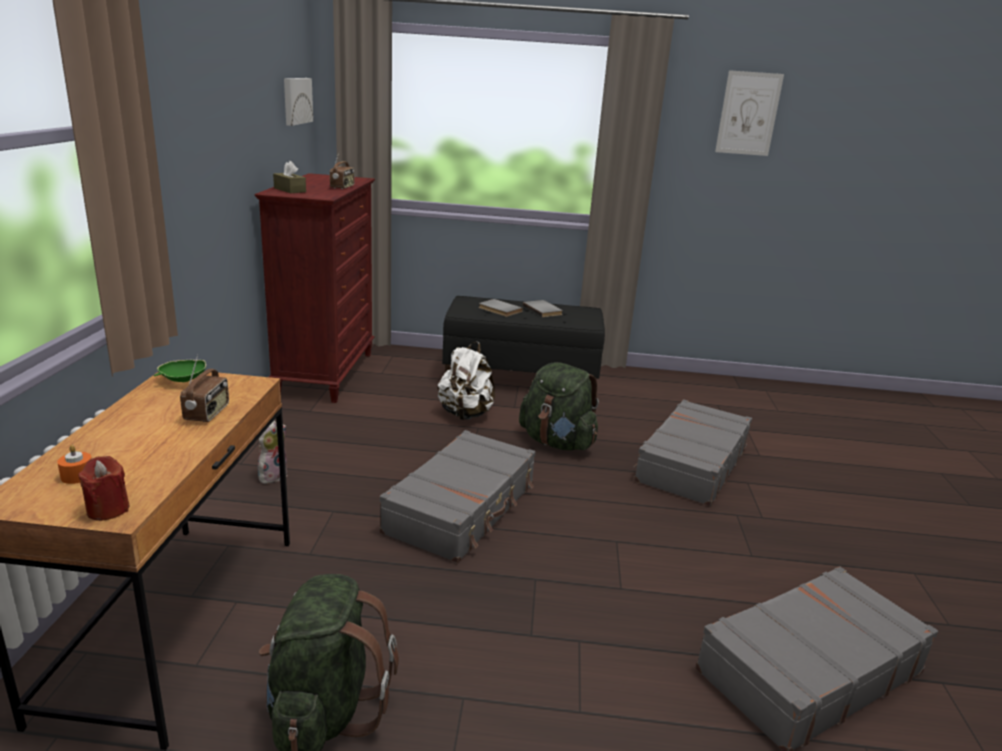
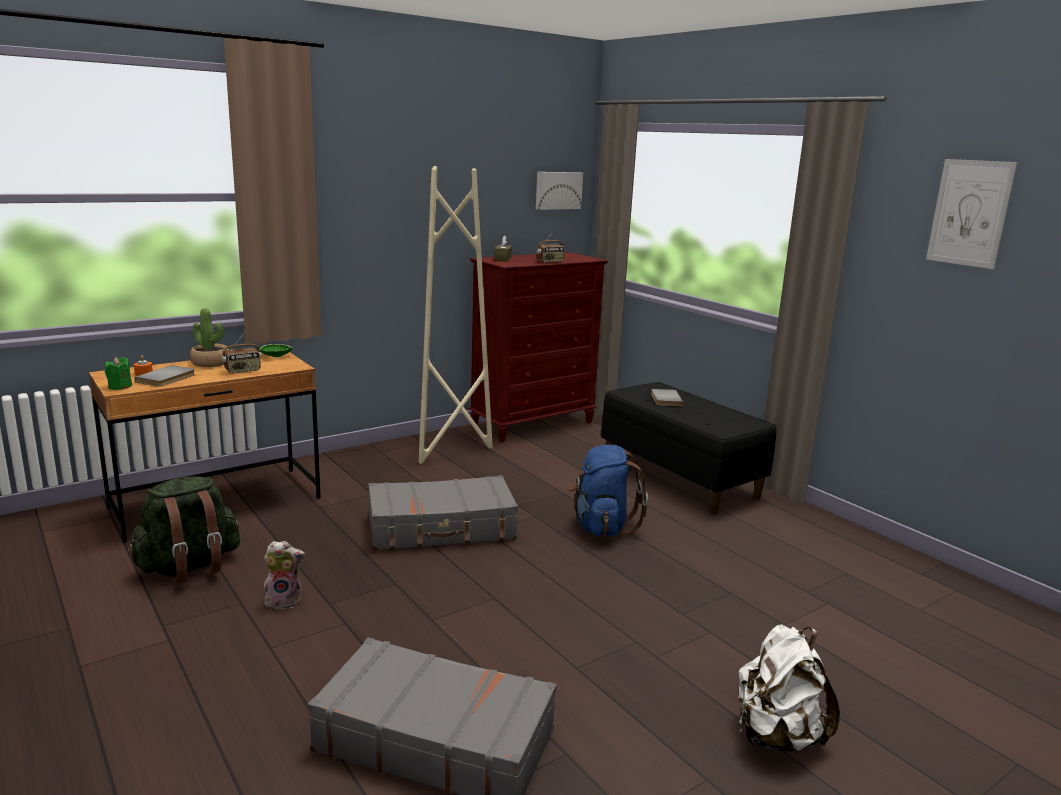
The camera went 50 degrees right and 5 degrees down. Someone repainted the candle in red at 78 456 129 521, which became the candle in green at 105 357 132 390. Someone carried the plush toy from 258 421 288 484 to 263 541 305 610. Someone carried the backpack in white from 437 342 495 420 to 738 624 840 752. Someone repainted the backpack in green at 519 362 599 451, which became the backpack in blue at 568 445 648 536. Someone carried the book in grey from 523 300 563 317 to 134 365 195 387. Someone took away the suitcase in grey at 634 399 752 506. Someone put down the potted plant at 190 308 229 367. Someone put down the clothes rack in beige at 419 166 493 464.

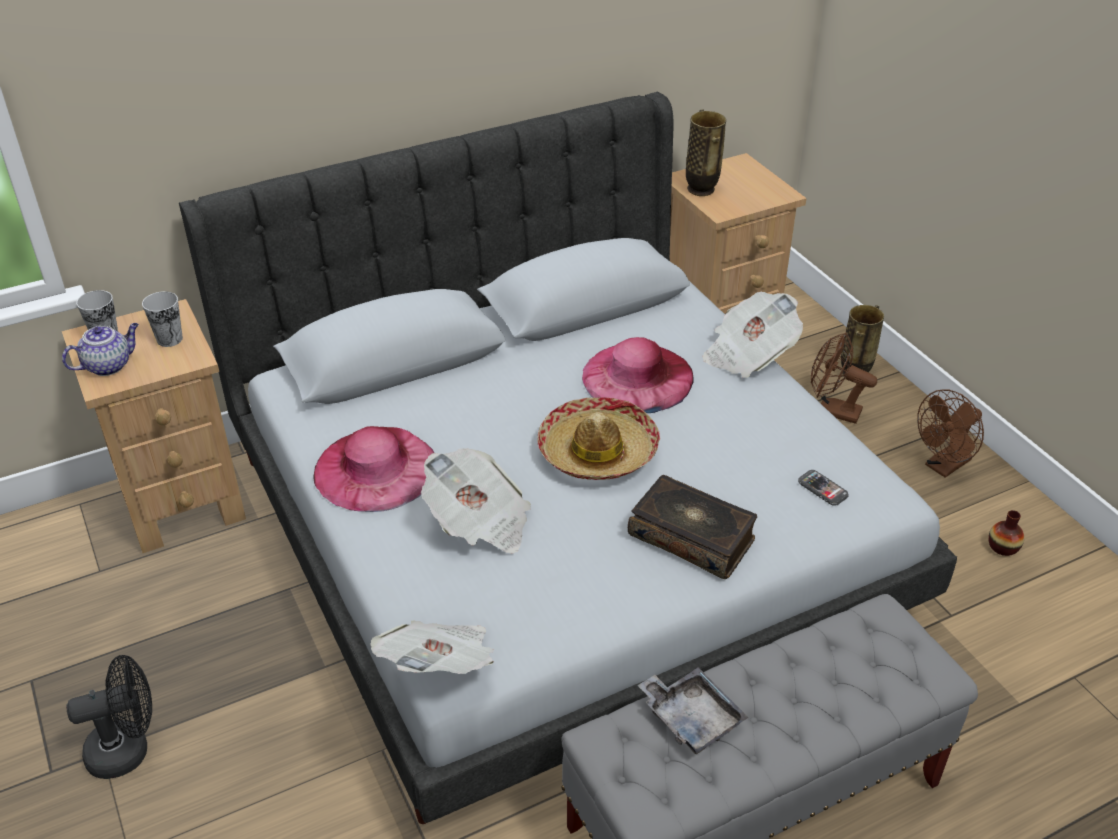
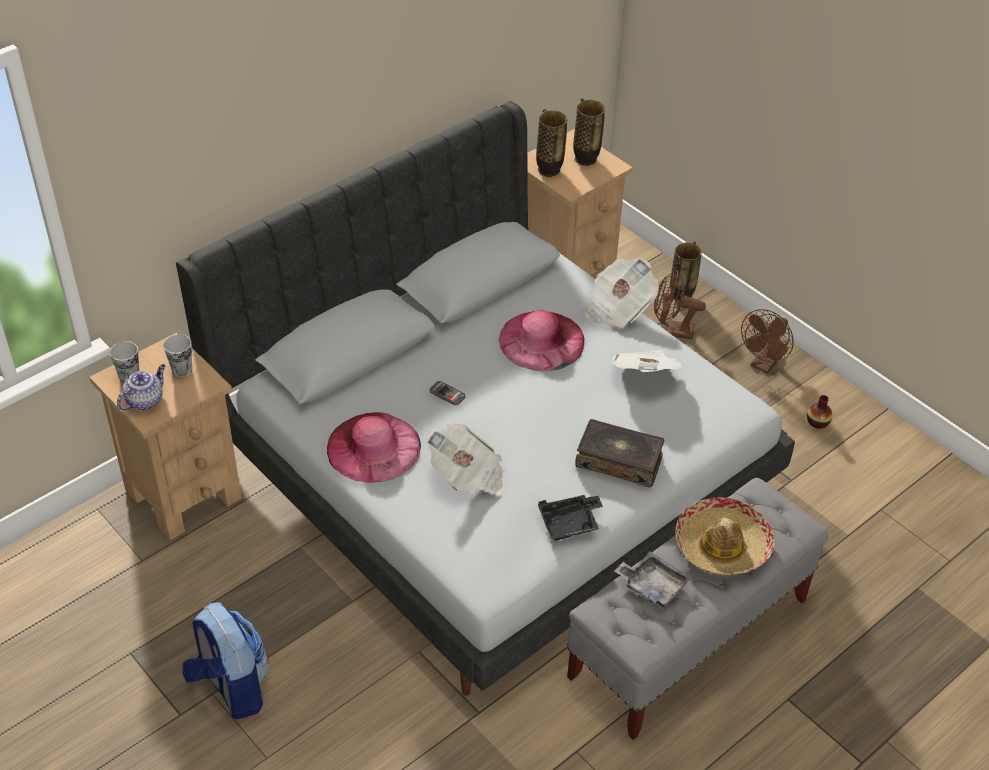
The camera went 15 degrees left and 5 degrees up. Someone swapped the fan in black at 66 655 152 779 for the backpack at 183 602 269 720. Someone carried the newspaper from 370 620 494 674 to 611 350 684 372. Someone carried the hat from 537 397 660 480 to 676 497 774 575. Someone carried the phone from 798 470 849 506 to 429 381 466 405. Someone put down the tray in black at 538 495 603 541. Someone put down the vase at 573 98 605 166.

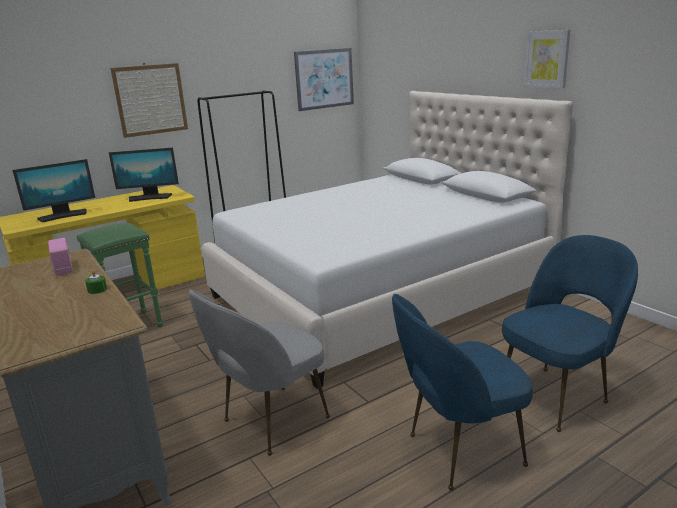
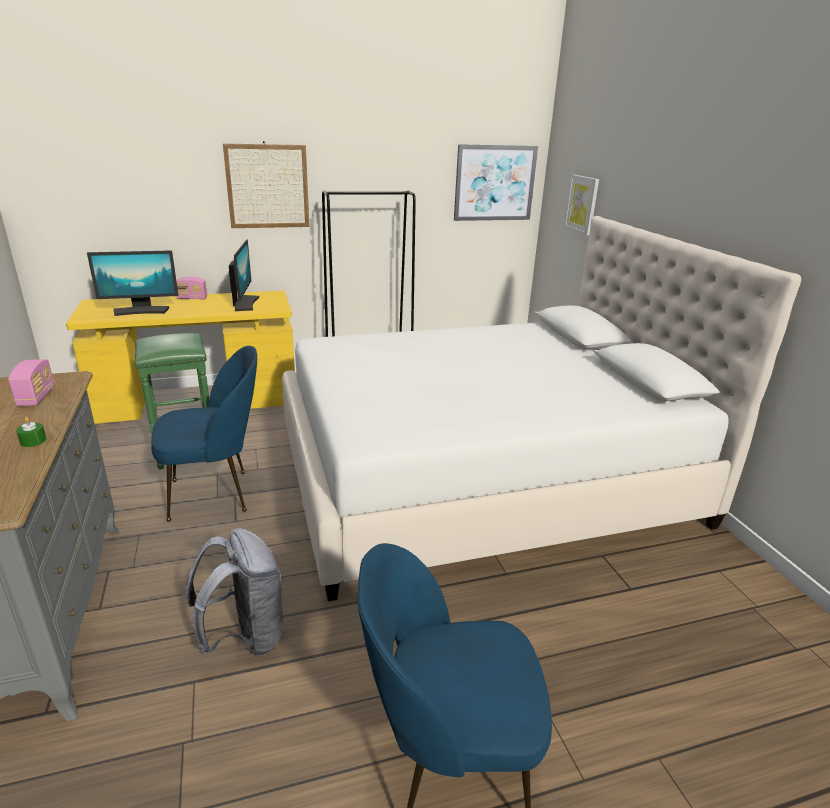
The camera went 15 degrees right and 5 degrees up. Someone rotated the monitor at 109 148 179 202 by 105 degrees counterclockwise. Someone swapped the chair in grey at 189 289 330 456 for the backpack in grey at 186 528 285 656. Someone carried the chair in blue from 502 235 638 432 to 151 346 257 522. Someone carried the picture from 524 30 570 88 to 564 175 599 236. Someone put down the radio at 177 277 207 300.

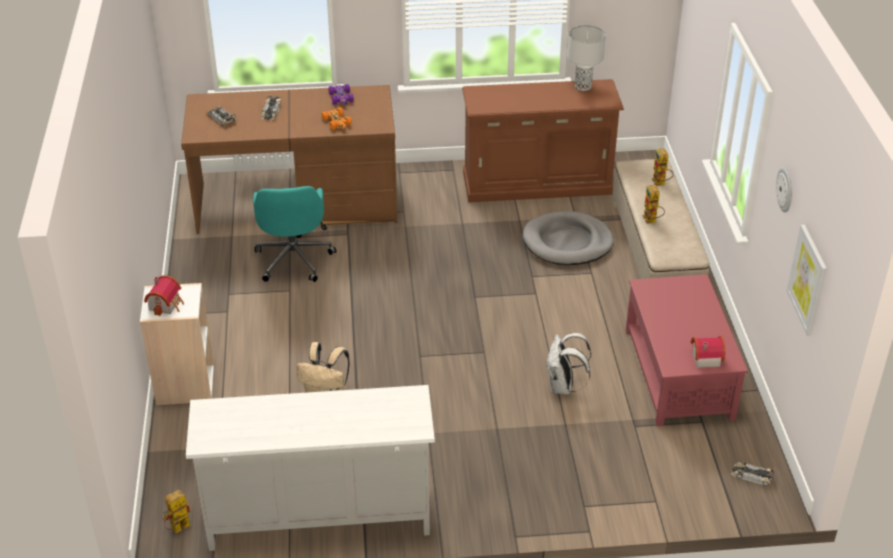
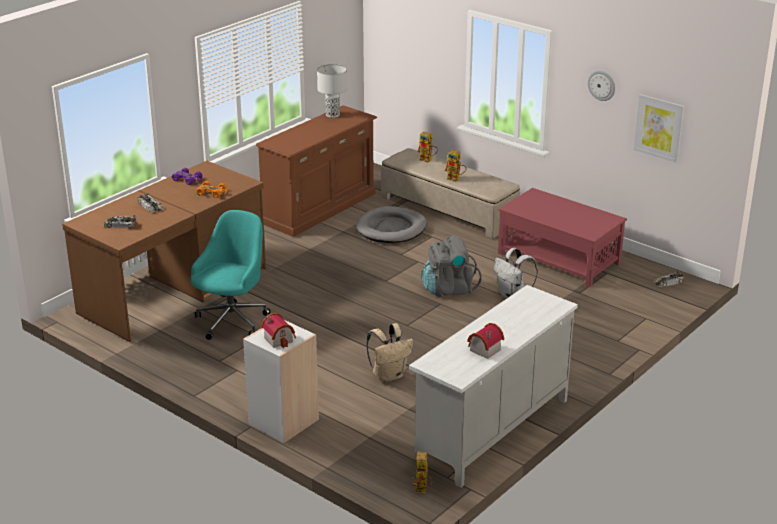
The camera went 45 degrees left and 10 degrees down. Someone rotated the office chair in turquoise at 253 186 336 282 by 105 degrees counterclockwise. Someone carried the toy house from 691 336 725 368 to 467 323 504 359. Someone put down the backpack in grey at 421 236 482 297.

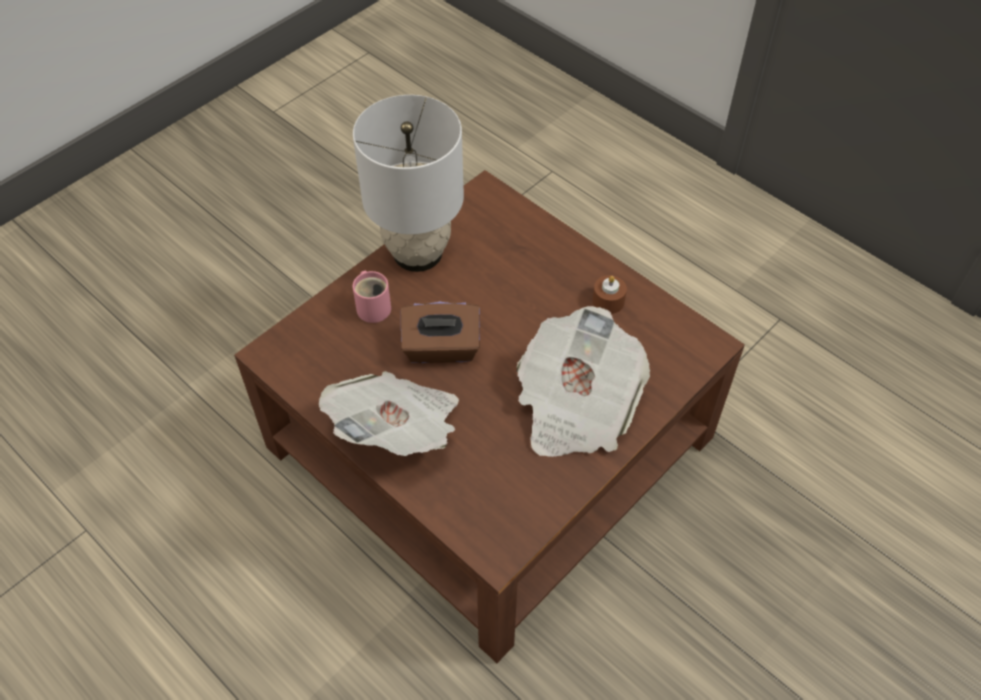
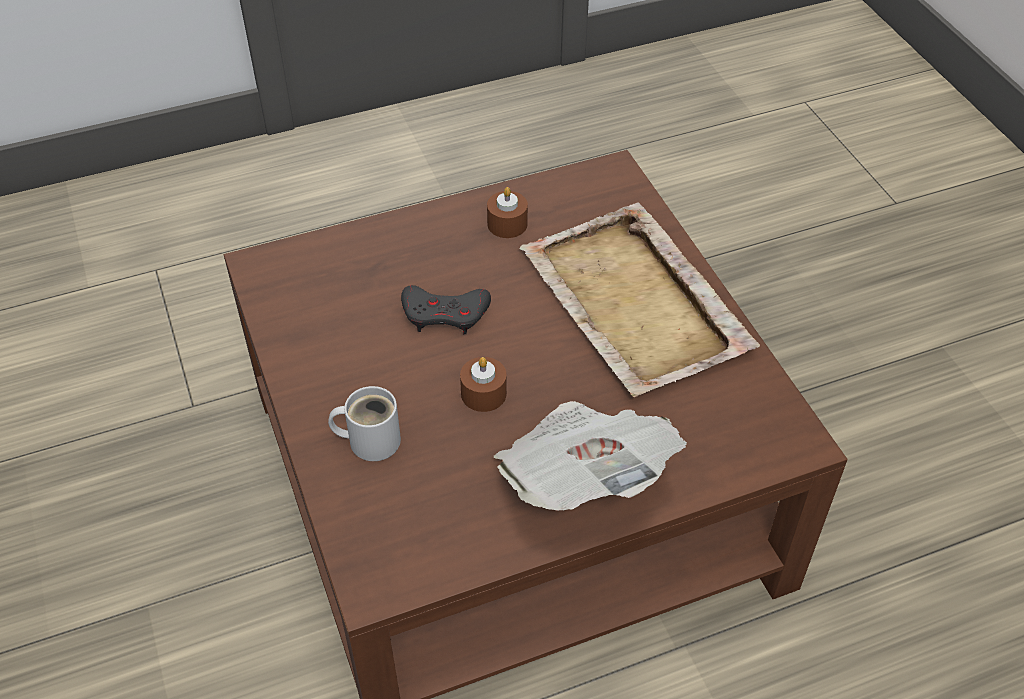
The camera went 65 degrees left and 5 degrees down. Someone took away the table lamp in white at 353 95 464 272. Someone repainted the mug in pink at 353 271 391 323, which became the mug in white at 328 386 401 461. Someone swapped the tissue box in brown at 401 301 480 363 for the candle in brown at 460 357 507 412. Someone swapped the newspaper at 516 306 650 457 for the tray in beige at 520 202 760 397. Someone put down the game controller in grey at 401 285 491 334.

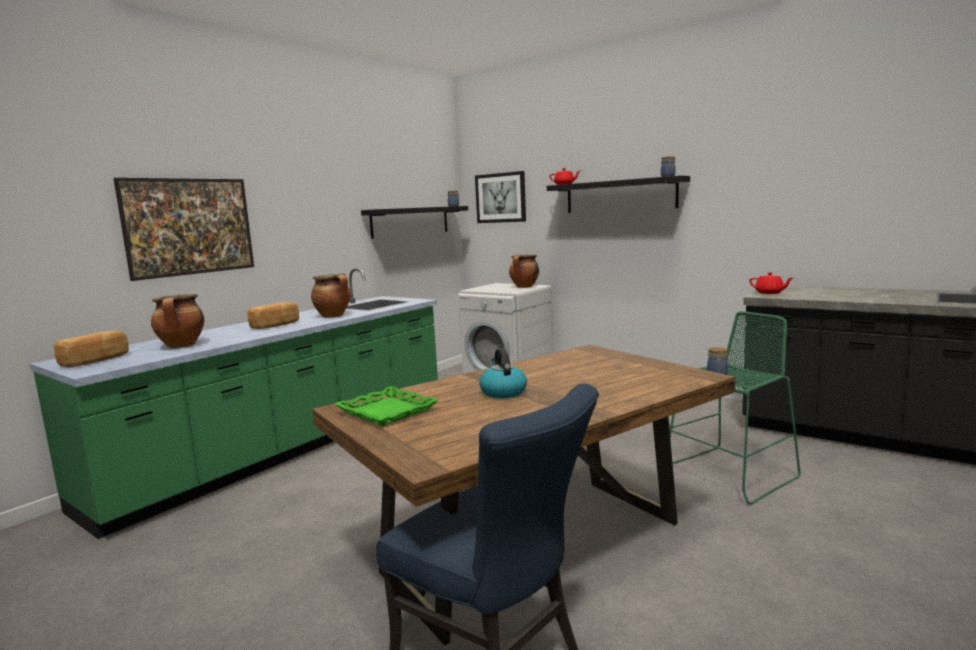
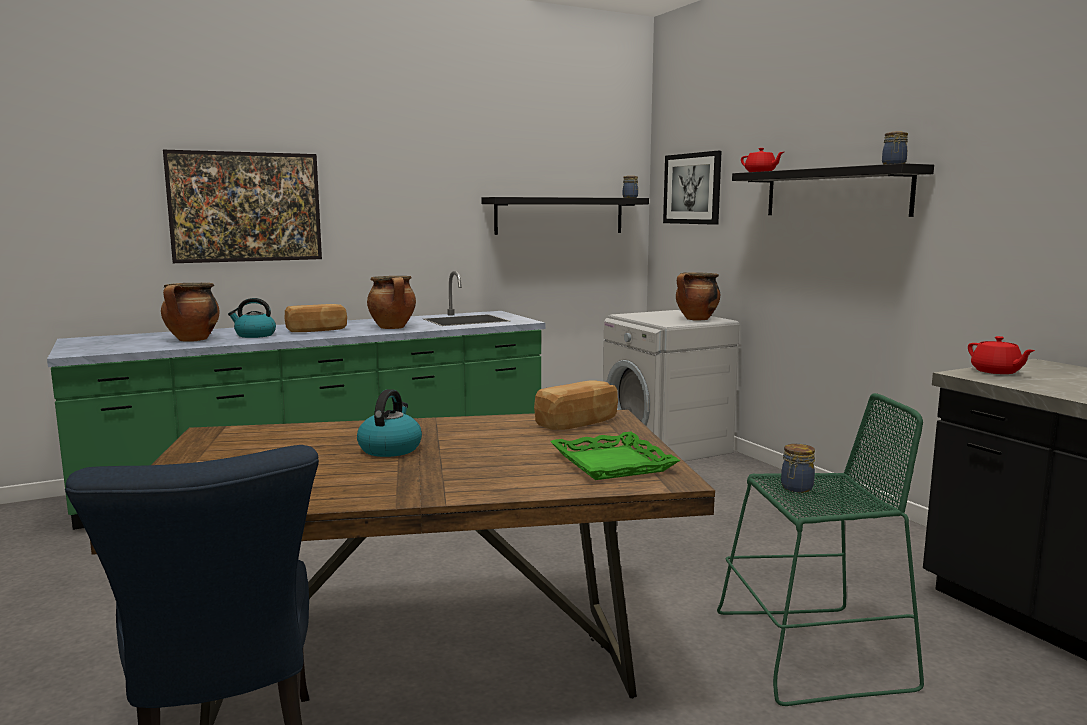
The camera went 25 degrees right and 0 degrees up. Someone carried the bread from 54 331 129 367 to 534 380 618 430. Someone carried the tray in green from 335 386 439 426 to 550 432 680 480. Someone put down the kettle at 228 298 276 338.

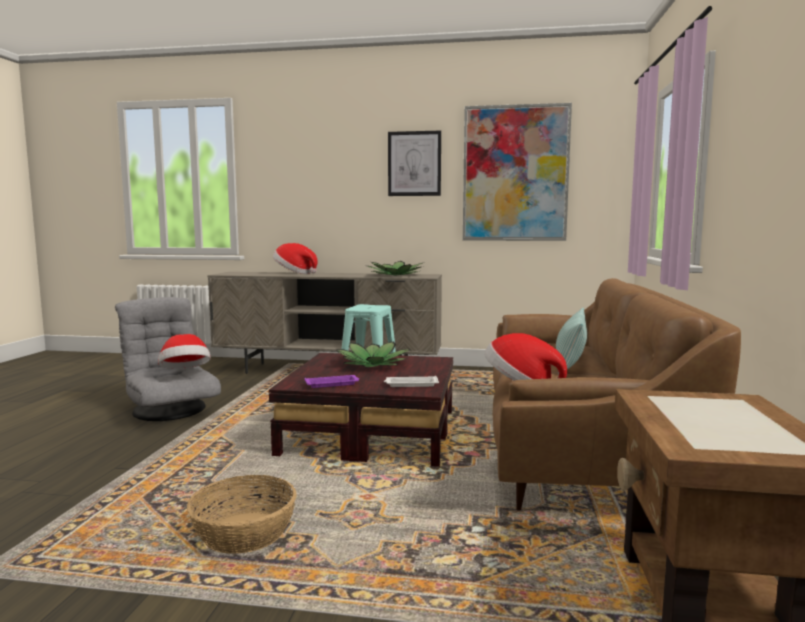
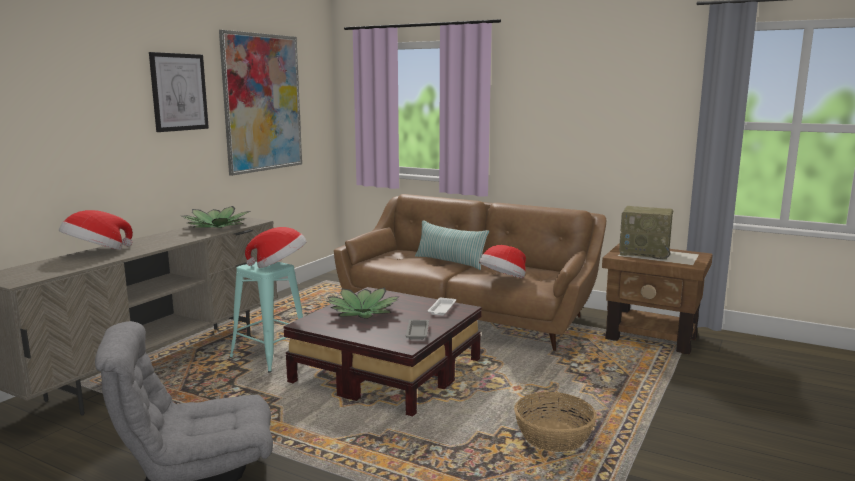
The camera went 70 degrees left and 5 degrees up. Someone carried the hat from 158 334 211 369 to 245 227 306 268. Someone repainted the tray in purple at 304 375 359 388, which became the tray in grey at 406 320 429 340. Someone put down the radio at 619 206 673 260.

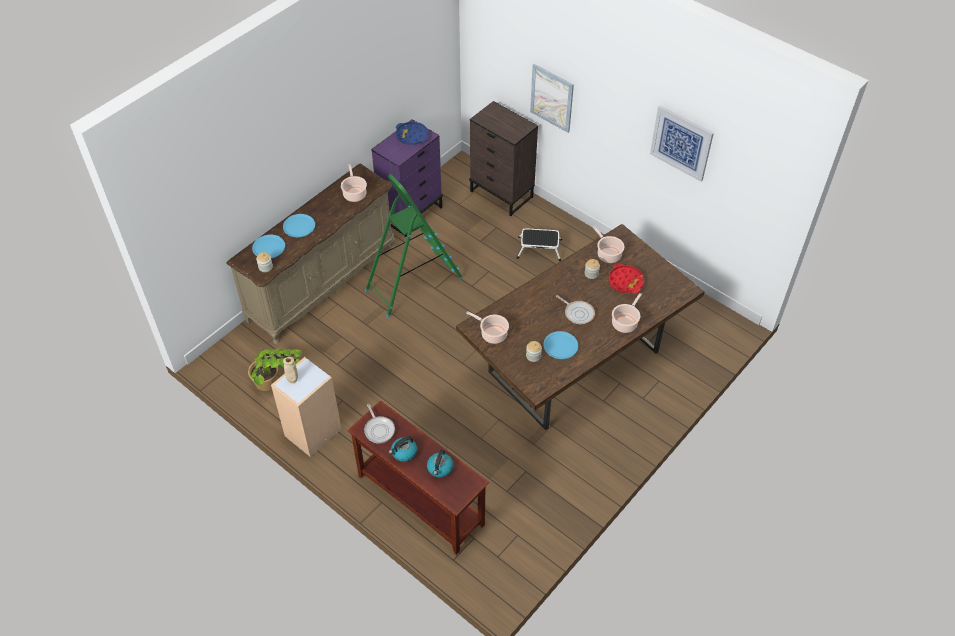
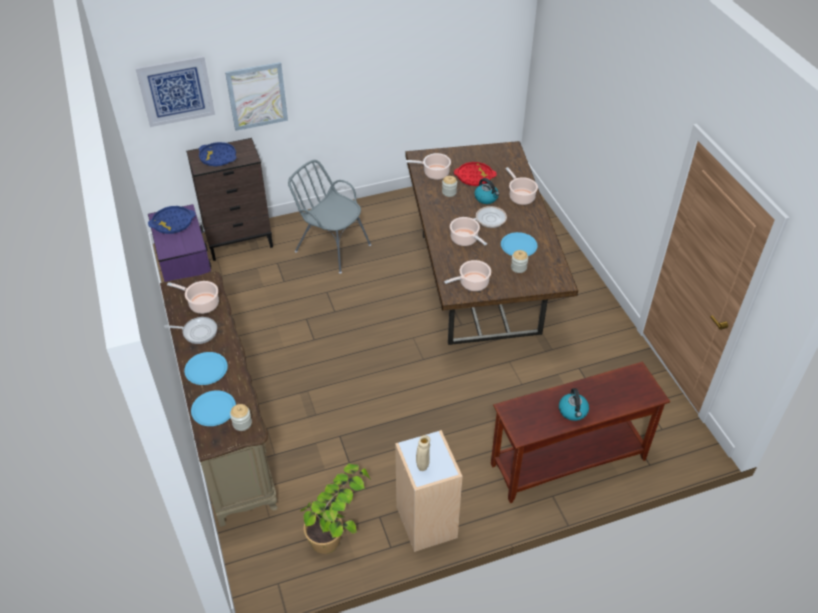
The camera went 60 degrees left and 5 degrees down. Someone carried the frying pan from 364 404 395 444 to 164 317 217 344. Someone took away the step ladder in green at 365 174 463 318. Someone carried the kettle from 427 449 453 478 to 474 178 499 204. Someone swapped the step ladder in black at 517 228 562 262 for the chair in grey at 288 160 371 274. Someone carried the picture from 650 106 714 181 to 135 56 215 127. Someone put down the tray in blue at 199 142 236 166. Someone put down the cooking pot at 450 217 487 246.

